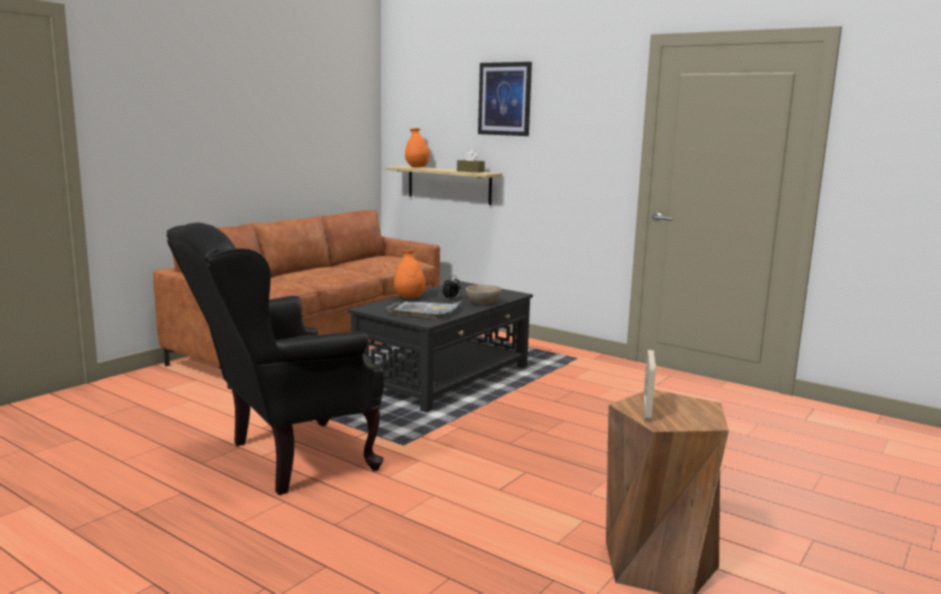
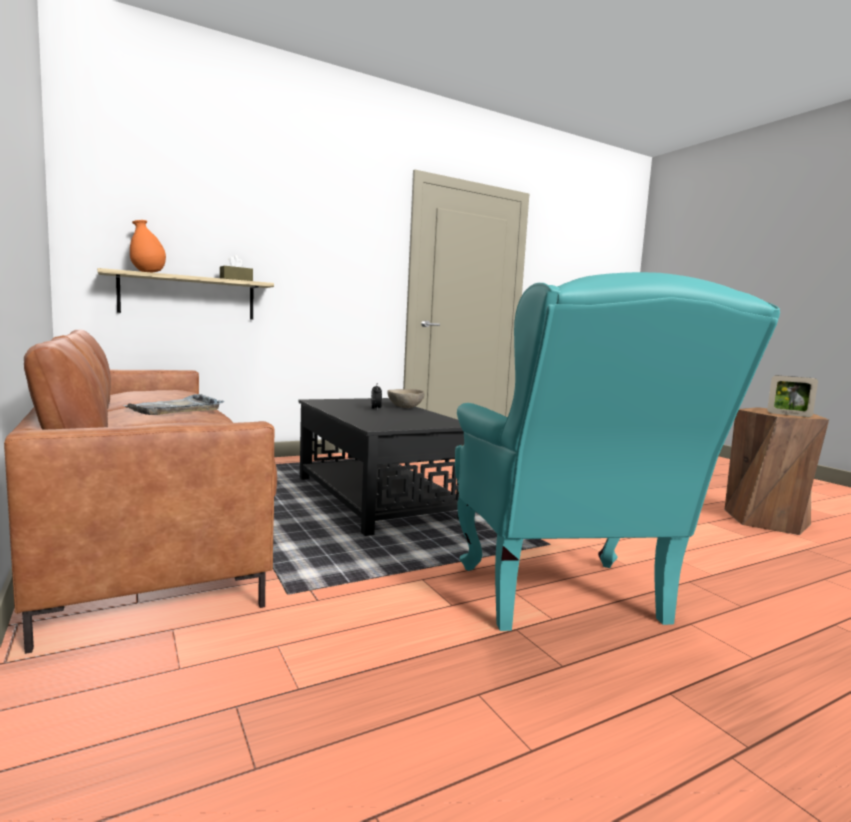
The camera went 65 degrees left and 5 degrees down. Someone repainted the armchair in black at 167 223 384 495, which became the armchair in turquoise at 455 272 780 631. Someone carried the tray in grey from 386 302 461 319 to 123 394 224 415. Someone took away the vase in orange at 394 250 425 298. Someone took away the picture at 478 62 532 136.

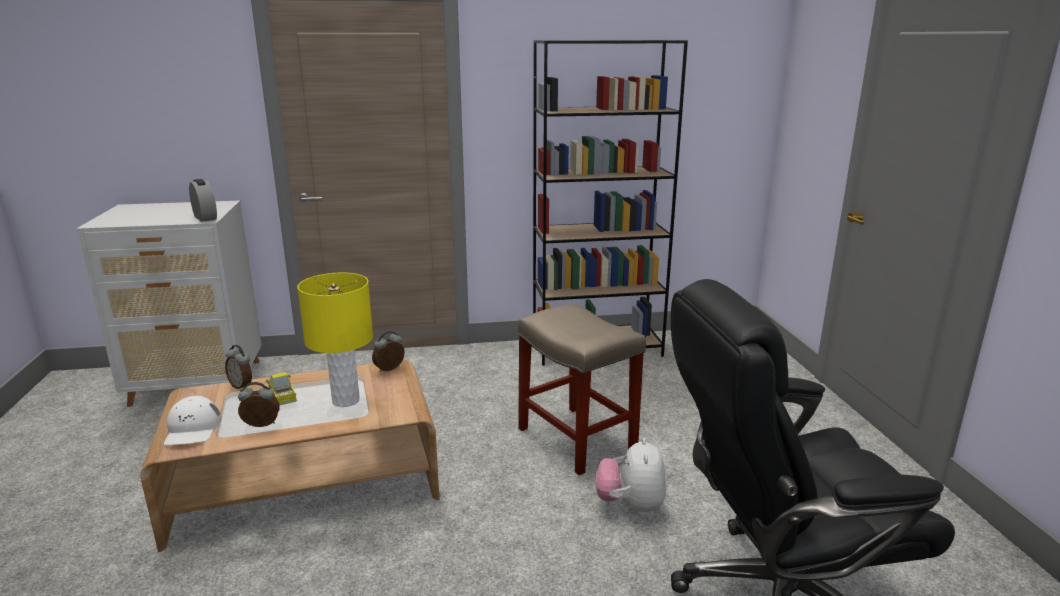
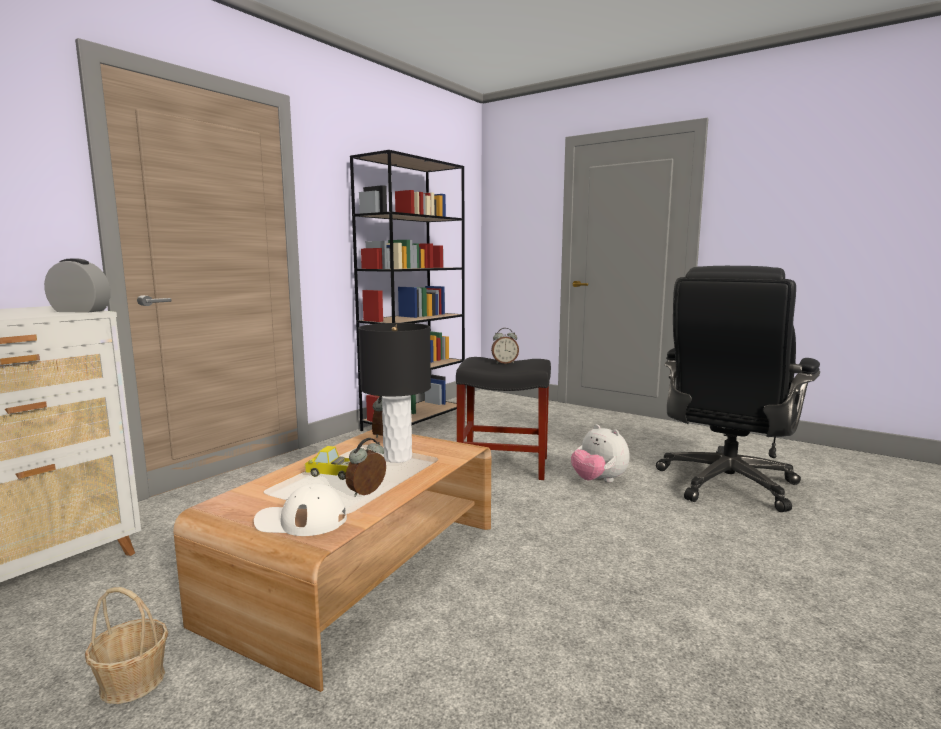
The camera went 45 degrees left and 10 degrees down. Someone rotated the cap in white at 164 396 222 445 by 150 degrees clockwise. Someone carried the alarm clock from 225 345 252 389 to 491 328 519 364. Someone repainted the table lamp in yellow at 297 273 373 407, which became the table lamp in black at 358 323 431 463. Someone repainted the stool in beige at 518 304 646 475, which became the stool in black at 456 357 551 480. Someone put down the basket at 85 587 168 704.

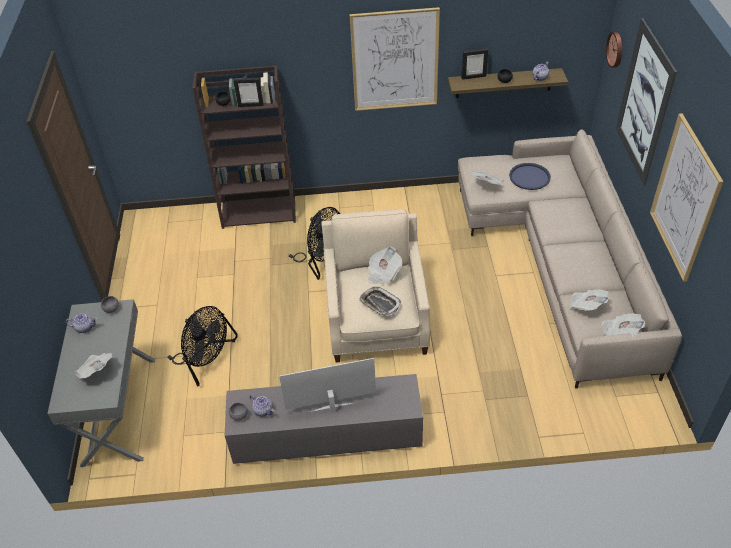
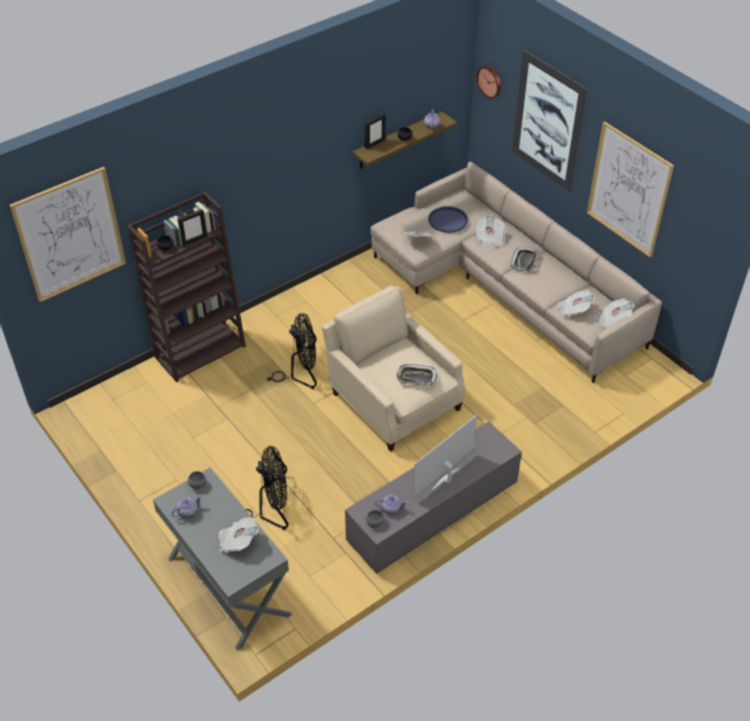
The camera went 35 degrees left and 0 degrees up. Someone carried the picture from 350 7 440 111 to 10 167 126 302. Someone carried the newspaper from 368 247 402 285 to 475 215 506 250. Someone put down the tray at 511 247 540 272.

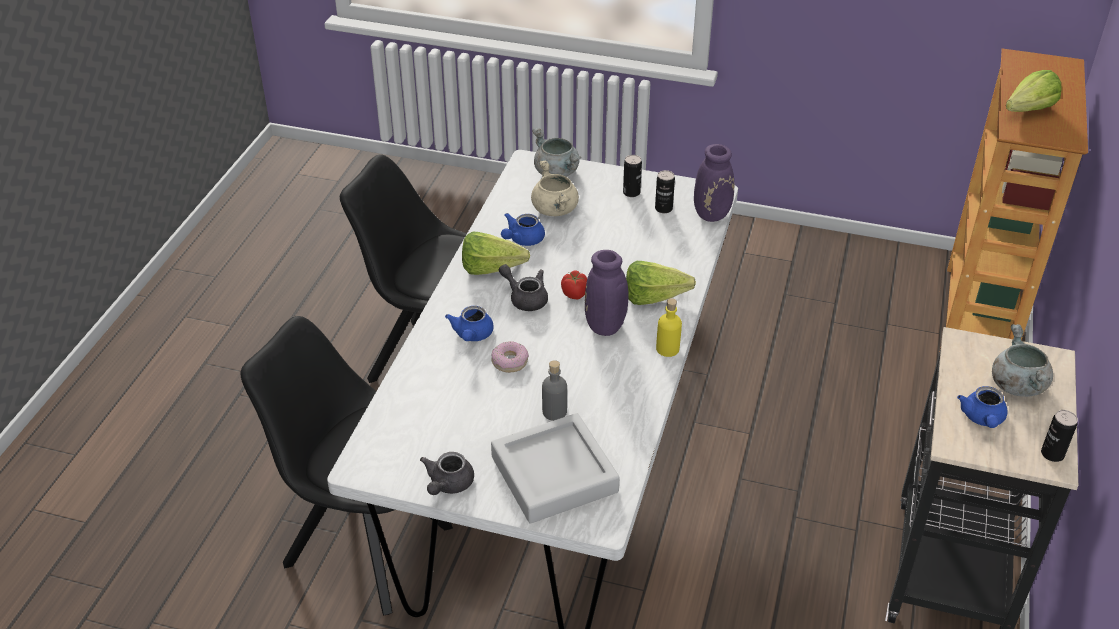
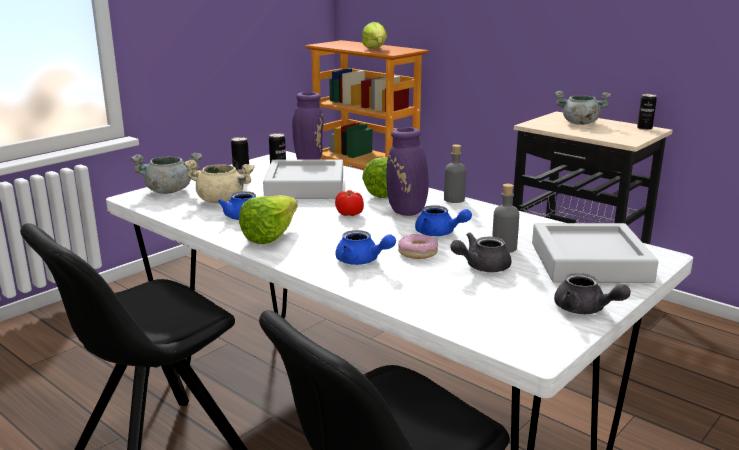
The camera went 65 degrees left and 20 degrees down. Someone carried the teapot in grey from 499 264 548 311 to 450 232 511 272. Someone repainted the bottle in yellow at 656 298 682 357, which became the bottle in grey at 444 145 466 203. Someone carried the teapot in blue from 957 386 1008 428 to 415 205 472 236. Someone put down the tray in grey at 263 159 343 199.

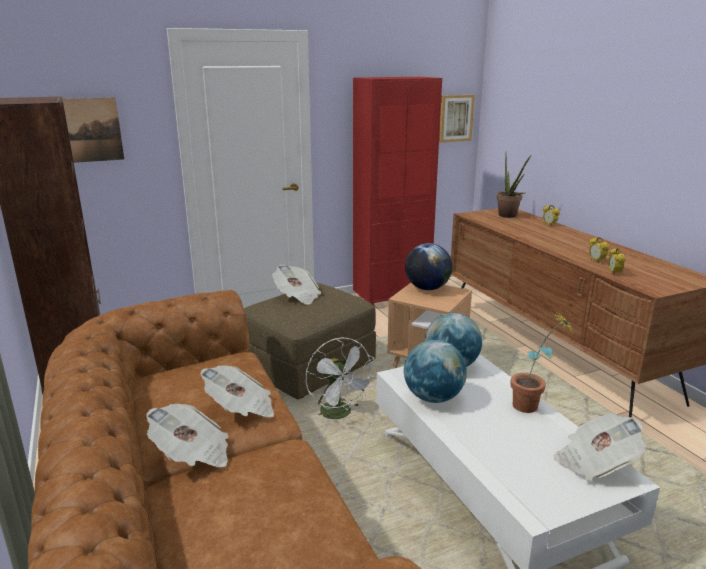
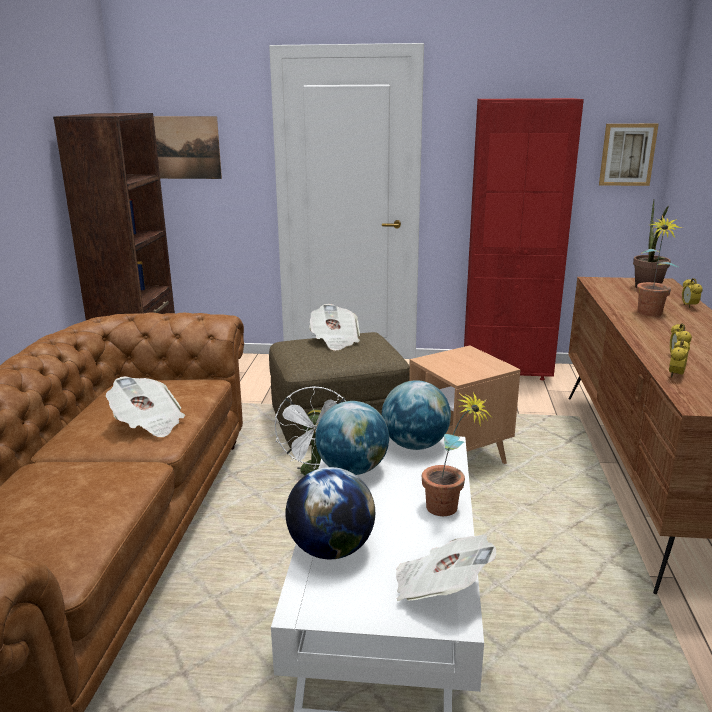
The camera went 30 degrees right and 0 degrees up. Someone took away the newspaper at 146 404 229 467. Someone carried the globe from 405 243 452 290 to 285 467 375 559. Someone put down the potted plant at 636 215 682 316.

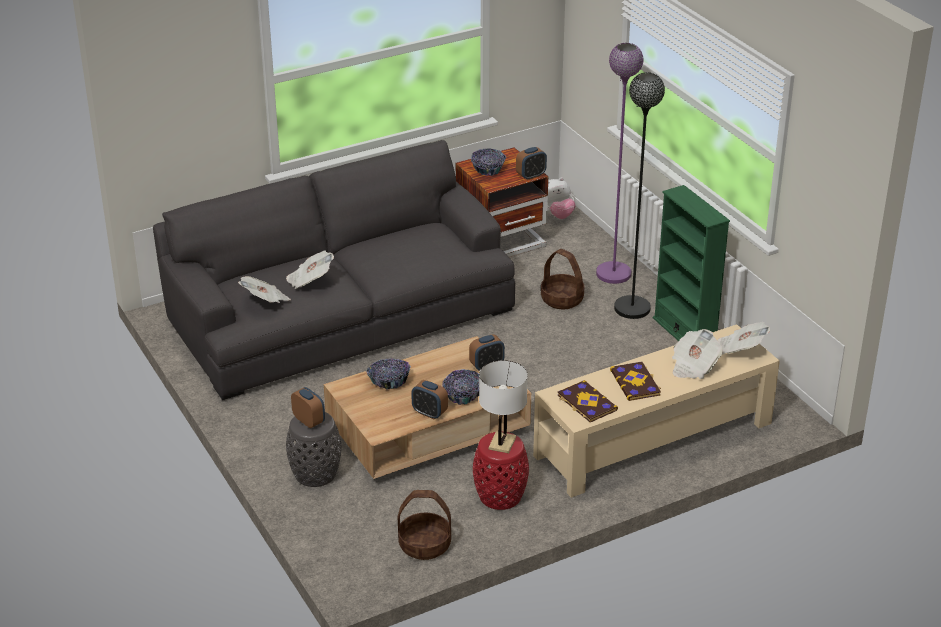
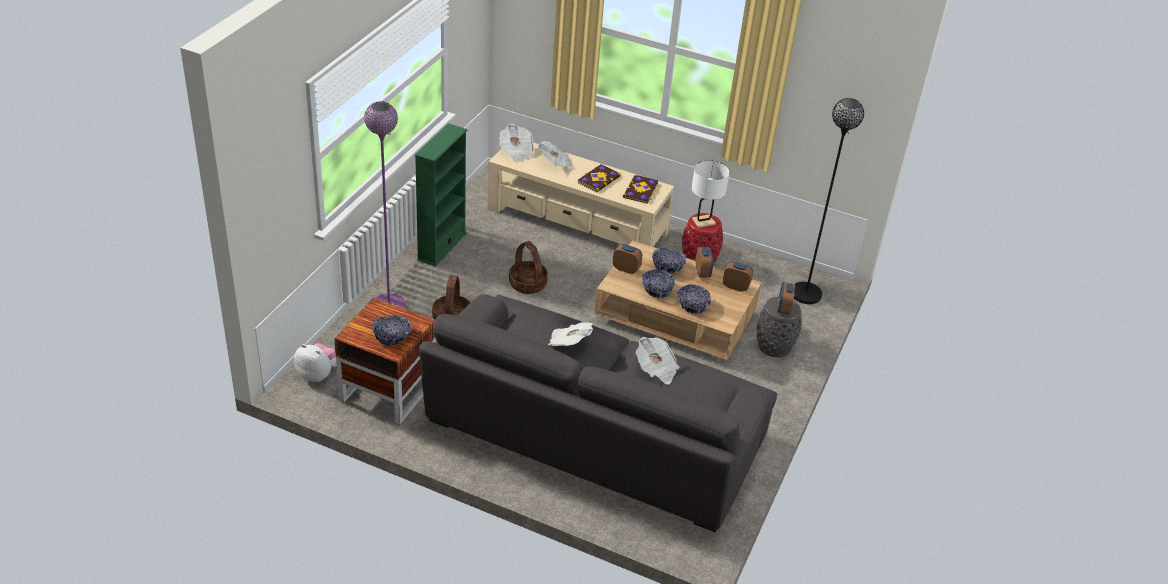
The camera went 130 degrees left and 5 degrees up. Someone carried the newspaper from 238 276 291 303 to 548 322 593 346. Someone carried the basket from 398 490 451 560 to 509 241 548 294. Someone carried the alarm clock from 516 147 547 180 to 723 262 753 292. Someone carried the floor lamp in black from 614 72 665 319 to 794 98 864 304. Someone put down the bowl at 642 269 675 298.

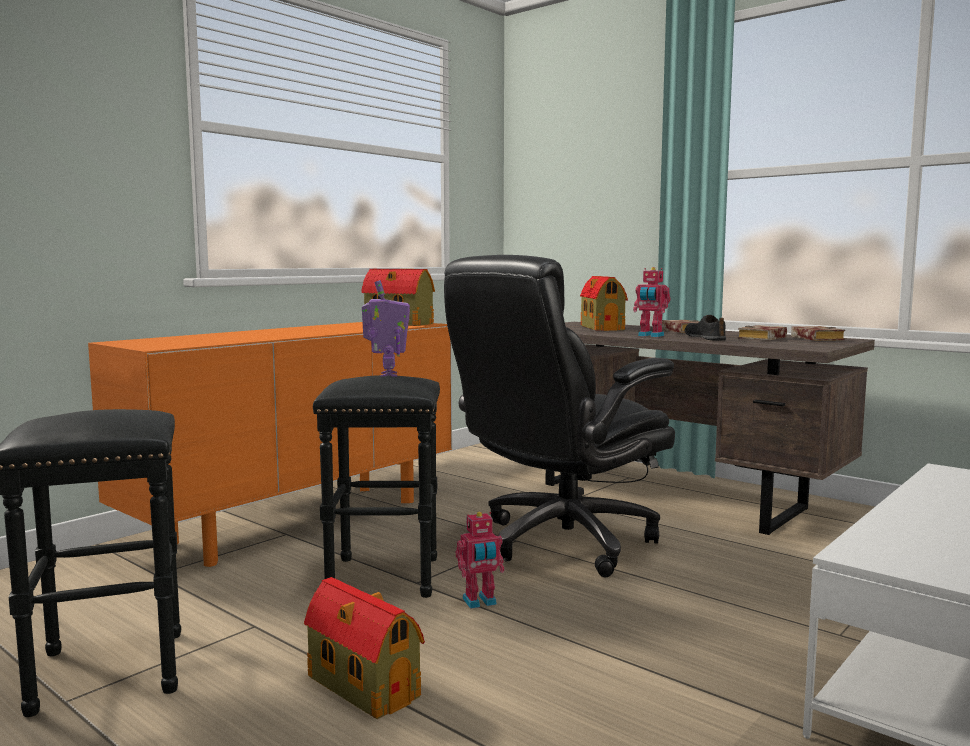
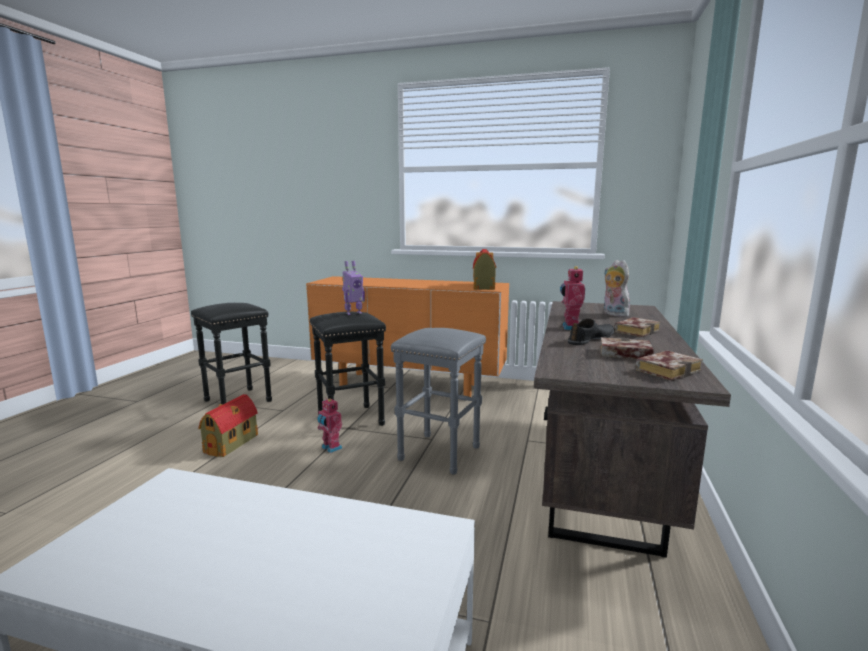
The camera went 65 degrees right and 5 degrees up. Someone swapped the office chair in black at 444 255 675 577 for the stool in grey at 391 328 486 474. Someone swapped the toy house at 580 276 628 331 for the plush toy at 604 260 630 317.

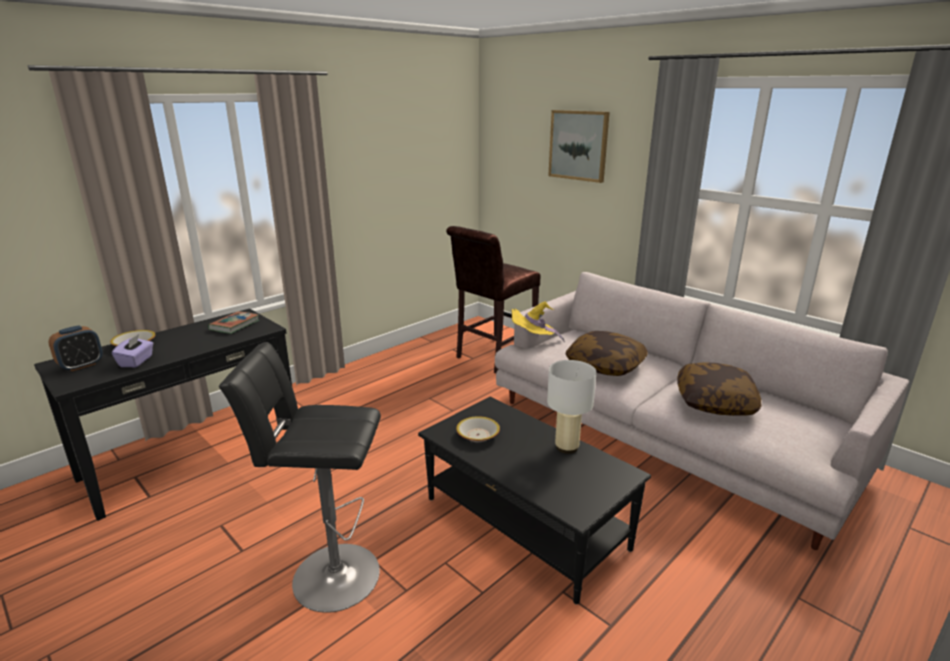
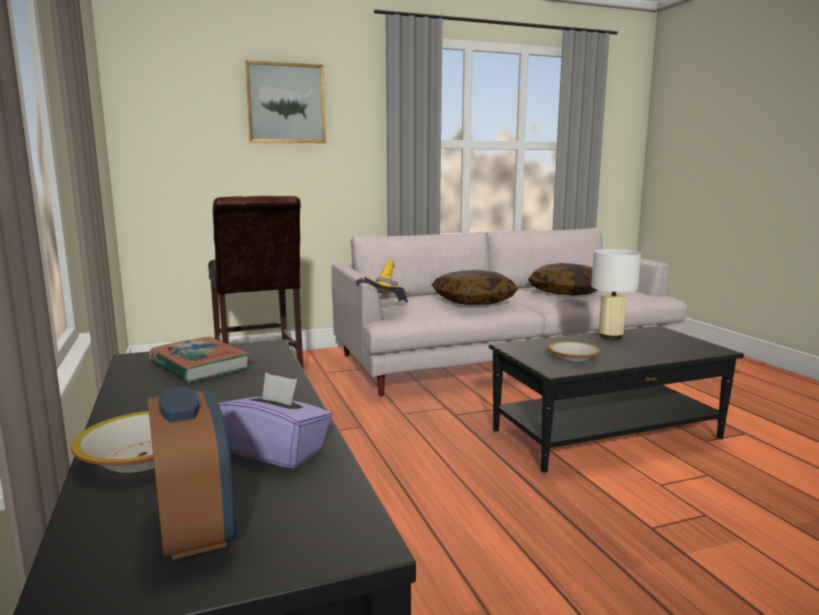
The camera went 65 degrees left and 10 degrees down. Someone took away the stool in black at 219 342 381 613.

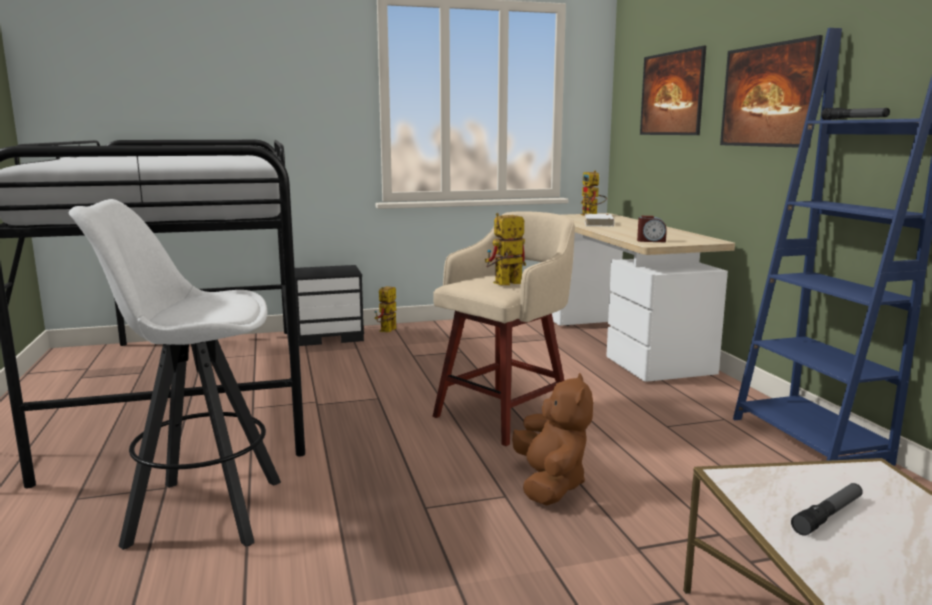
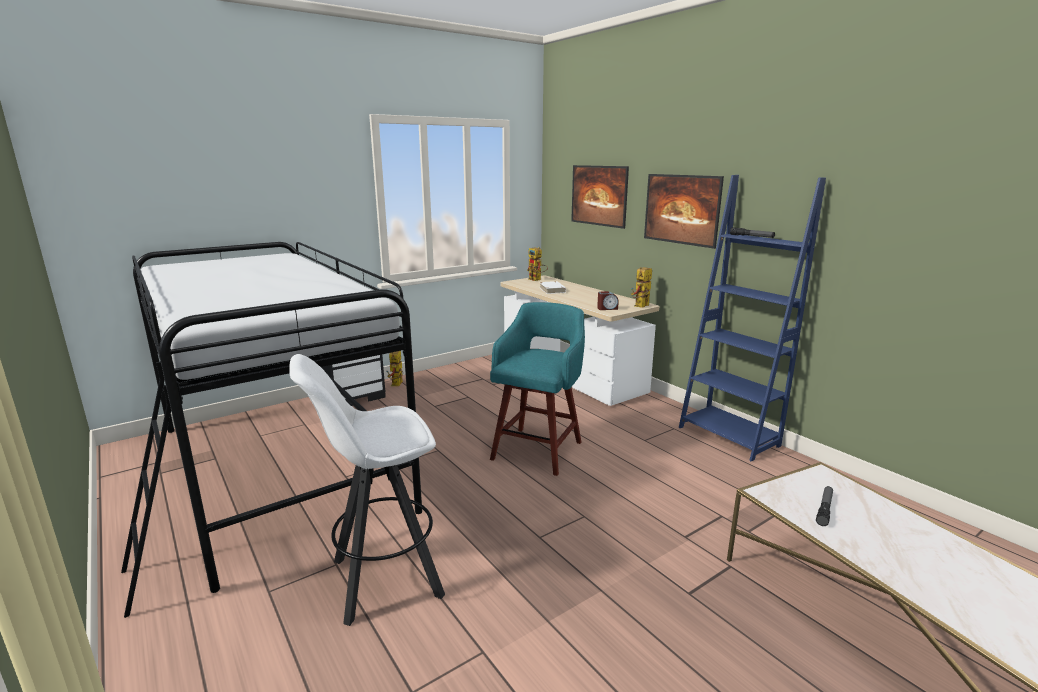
The camera went 20 degrees left and 5 degrees up. Someone repainted the stool in beige at 433 211 575 446, which became the stool in turquoise at 490 302 585 476. Someone carried the toy robot from 485 213 526 285 to 631 267 652 308. Someone took away the plush toy in brown at 512 373 593 506.

